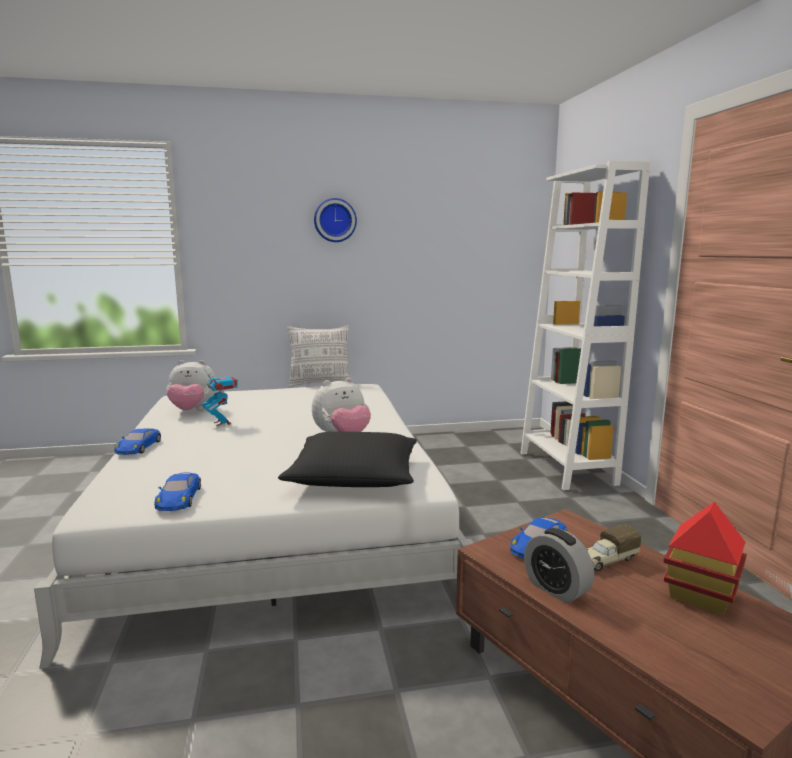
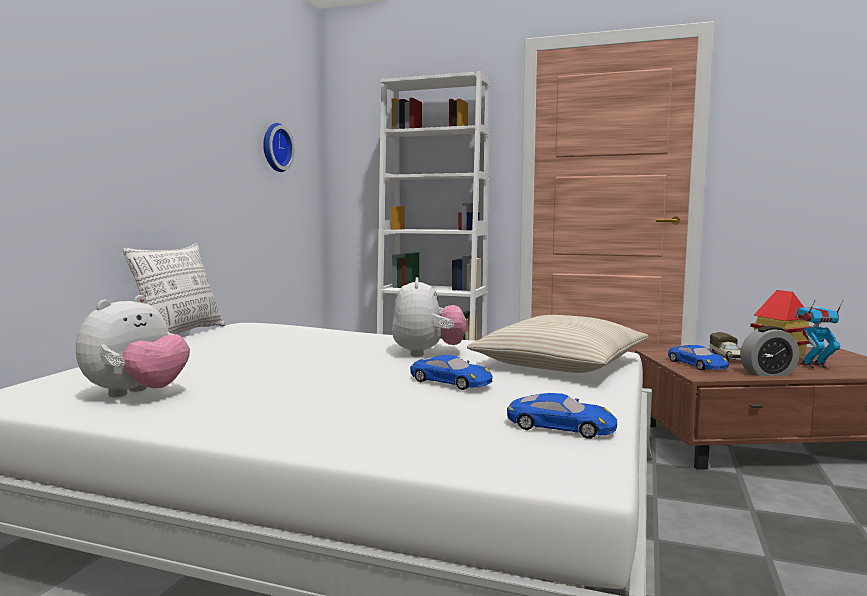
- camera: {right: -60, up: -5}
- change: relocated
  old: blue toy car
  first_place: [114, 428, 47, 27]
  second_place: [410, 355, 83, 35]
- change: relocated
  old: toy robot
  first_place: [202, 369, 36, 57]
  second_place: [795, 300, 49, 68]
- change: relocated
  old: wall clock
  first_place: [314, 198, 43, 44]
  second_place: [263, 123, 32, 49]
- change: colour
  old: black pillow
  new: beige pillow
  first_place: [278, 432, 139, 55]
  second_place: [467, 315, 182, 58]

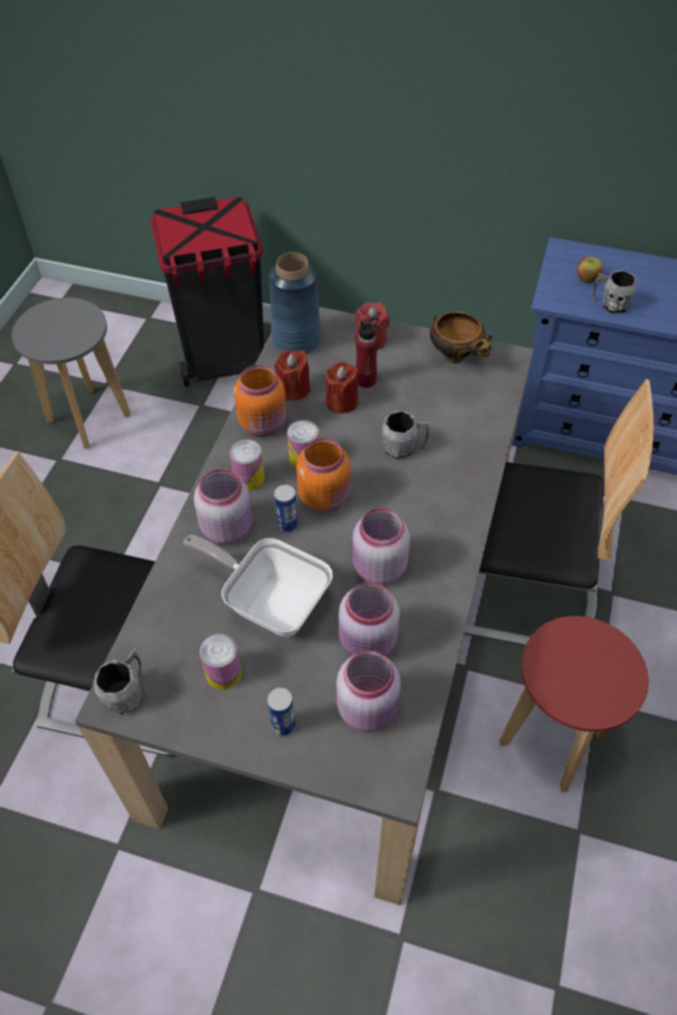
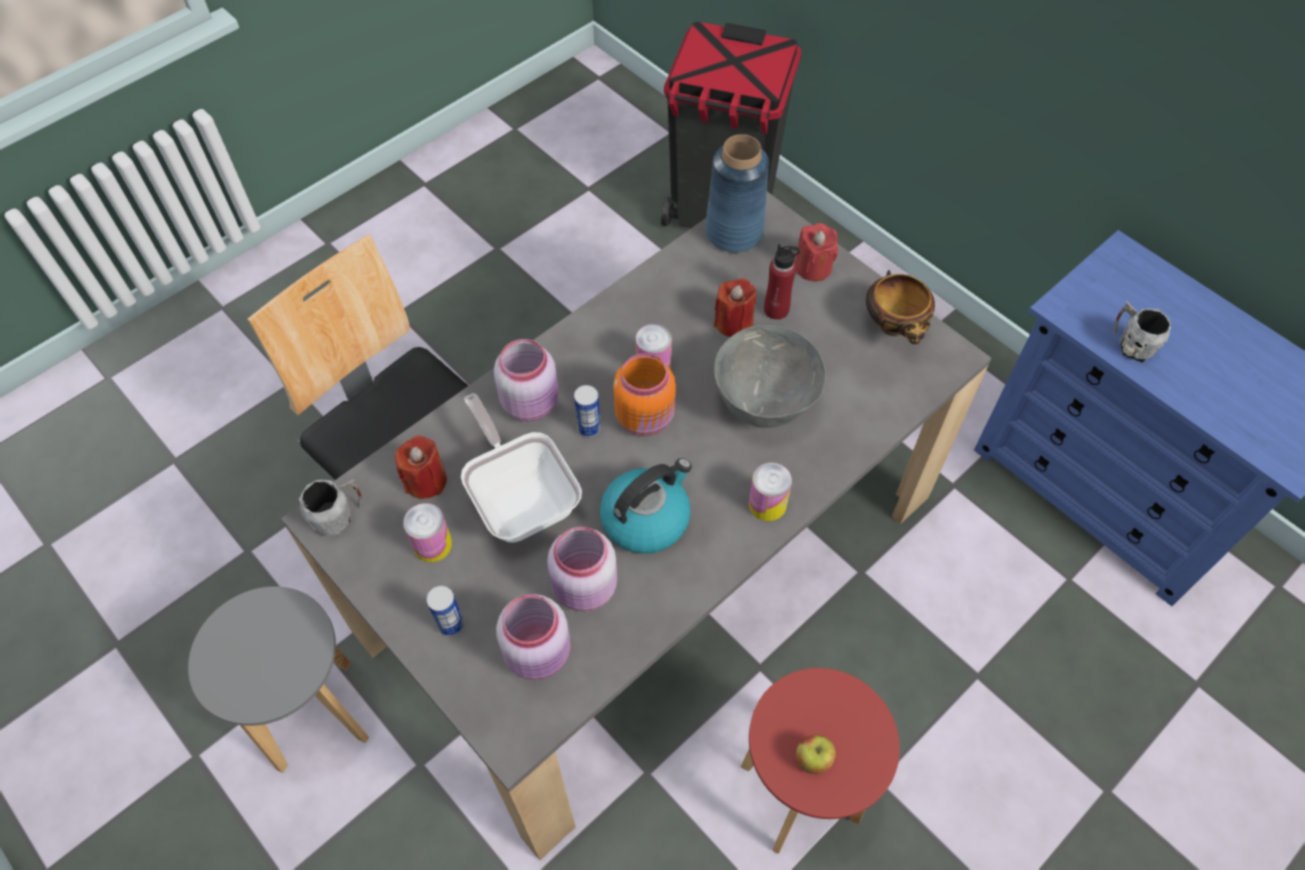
- camera: {right: 30, up: 5}
- change: missing
  old: orange jar
  first_place: [234, 365, 52, 72]
- change: missing
  old: chair
  first_place: [464, 379, 190, 267]
- change: relocated
  old: grey stool
  first_place: [12, 298, 118, 151]
  second_place: [188, 586, 181, 187]
- change: relocated
  old: can
  first_place: [230, 440, 35, 51]
  second_place: [749, 463, 43, 58]
- change: relocated
  old: red candle
  first_place: [274, 350, 36, 51]
  second_place: [395, 436, 52, 63]
- change: relocated
  old: apple
  first_place: [577, 257, 26, 26]
  second_place: [796, 735, 40, 39]
- change: exchanged
  old: pink jar
  new: kettle
  first_place: [352, 508, 58, 77]
  second_place: [600, 458, 92, 96]
- change: exchanged
  old: grey mug
  new: grey bowl
  first_place: [382, 411, 48, 48]
  second_place: [714, 325, 112, 103]

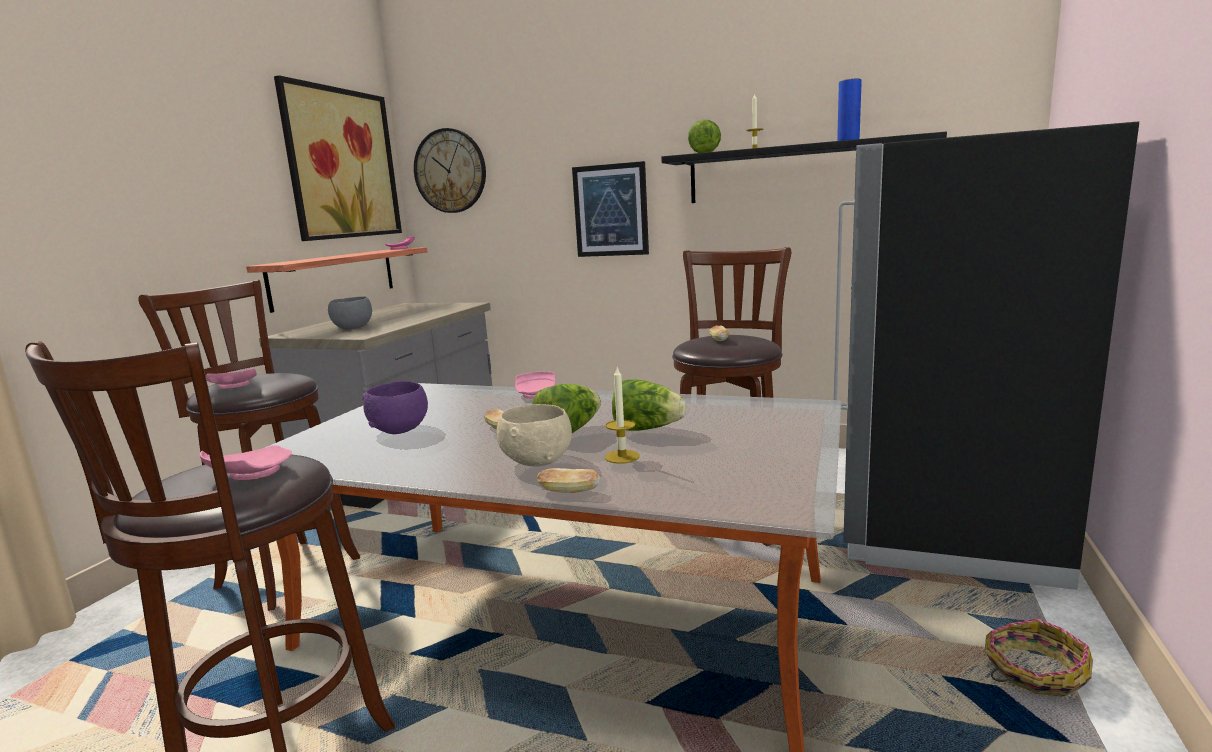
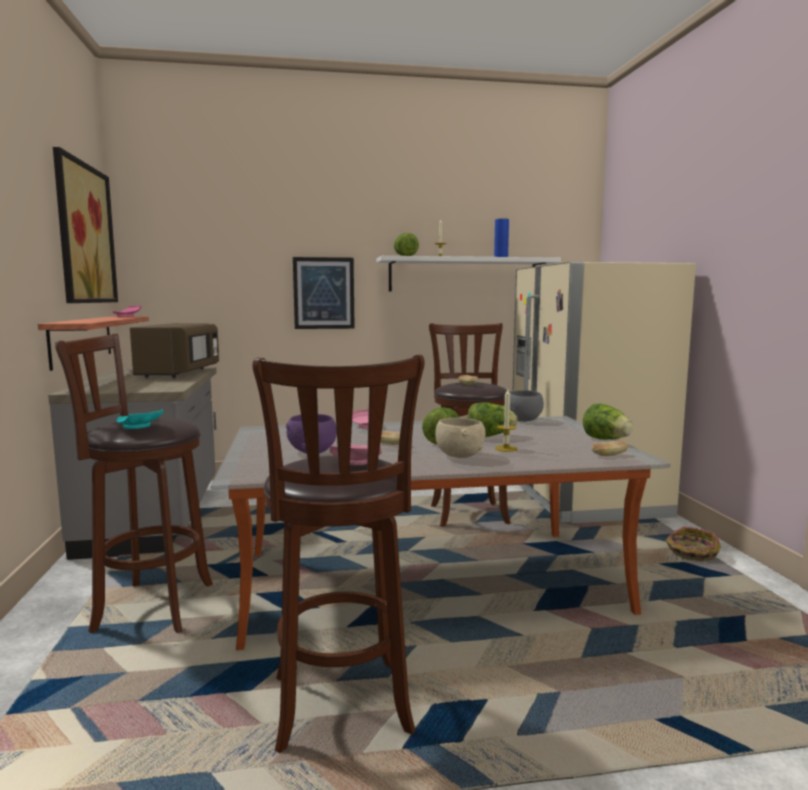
- camera: {right: -30, up: -5}
- change: missing
  old: wall clock
  first_place: [414, 128, 72, 85]
- change: appeared
  new: brown microwave
  second_place: [130, 323, 89, 55]
- change: appeared
  new: lettuce
  second_place: [583, 403, 50, 37]
- change: relocated
  old: grey bowl
  first_place: [328, 297, 44, 33]
  second_place: [504, 390, 40, 32]
- change: relocated
  old: bread
  first_place: [537, 468, 63, 25]
  second_place: [591, 441, 37, 15]
- change: colour
  old: pink plate
  new: turquoise plate
  first_place: [206, 368, 51, 21]
  second_place: [117, 409, 46, 20]
- change: colour
  old: black shelf
  new: white shelf
  first_place: [661, 132, 286, 71]
  second_place: [376, 256, 185, 36]
- change: colour
  old: black fridge
  new: beige fridge
  first_place: [833, 121, 306, 469]
  second_place: [513, 262, 183, 262]

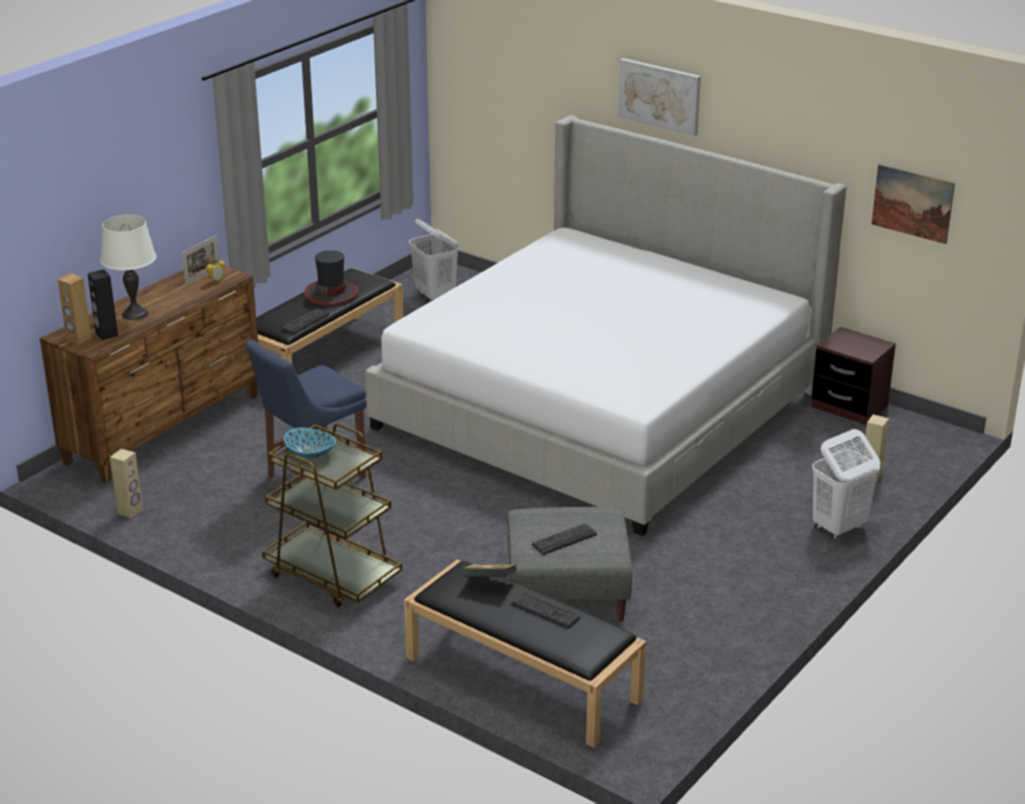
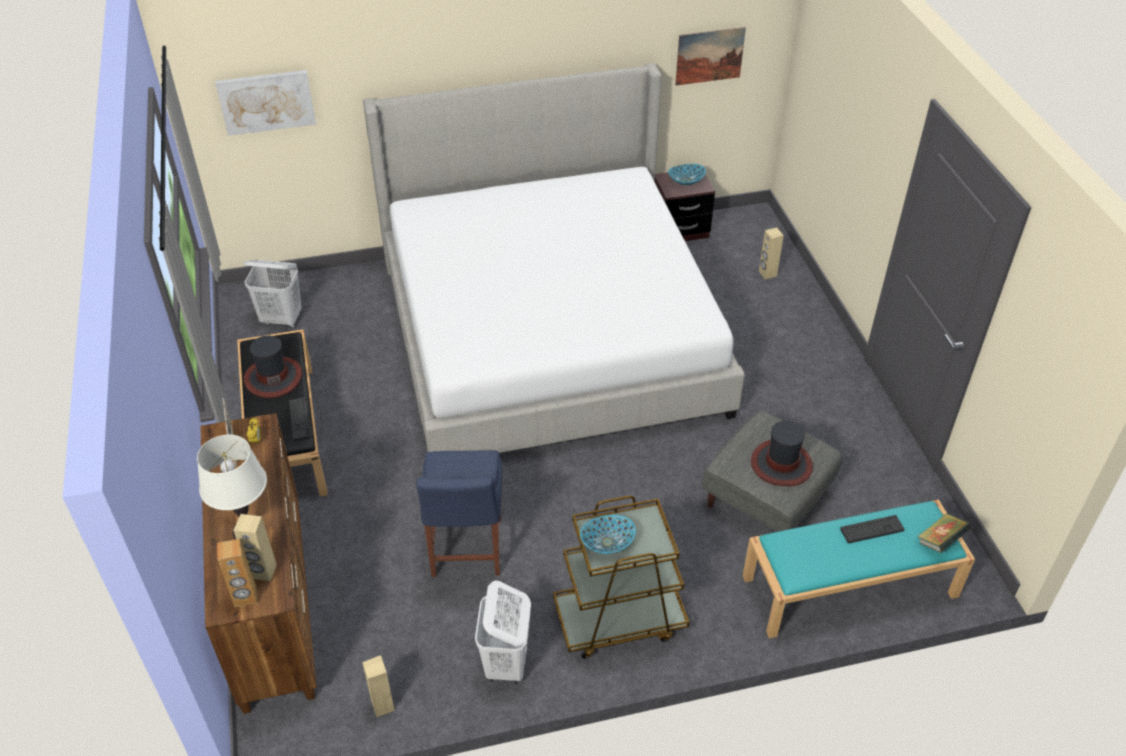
- camera: {right: -50, up: 15}
- change: appeared
  new: bowl
  second_place: [668, 164, 38, 21]
- change: relocated
  old: book
  first_place: [463, 565, 54, 12]
  second_place: [917, 513, 54, 40]
- change: relocated
  old: picture
  first_place: [618, 58, 83, 78]
  second_place: [215, 70, 101, 66]
- change: relocated
  old: white laundry basket
  first_place: [812, 429, 68, 110]
  second_place: [475, 580, 56, 103]
- change: exchanged
  old: keyboard
  new: hat
  first_place: [532, 523, 65, 32]
  second_place: [751, 421, 62, 65]
- change: colour
  old: black speaker
  new: beige speaker
  first_place: [88, 269, 30, 71]
  second_place: [233, 514, 44, 67]
- change: colour
  old: black bench
  new: turquoise bench
  first_place: [404, 559, 242, 189]
  second_place: [743, 500, 232, 139]

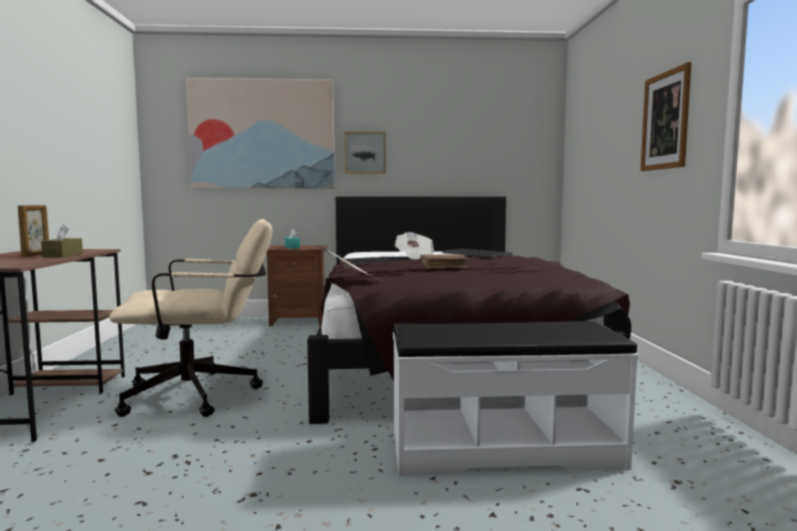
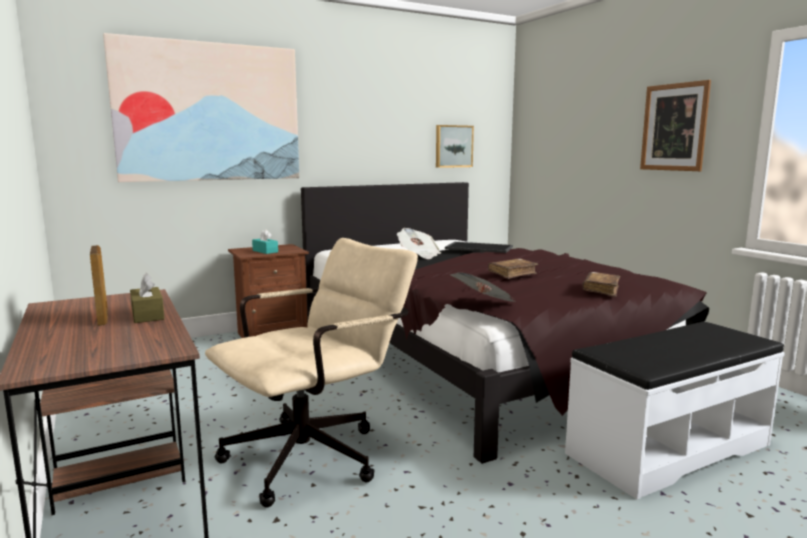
- camera: {right: -25, up: 5}
- change: appeared
  new: brown book
  second_place: [582, 272, 38, 25]
- change: relocated
  old: picture
  first_place: [344, 132, 41, 42]
  second_place: [436, 125, 38, 43]

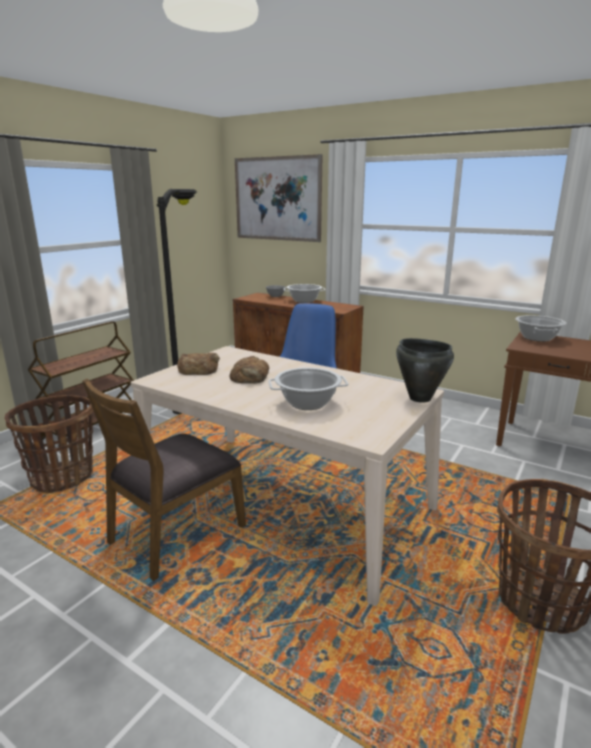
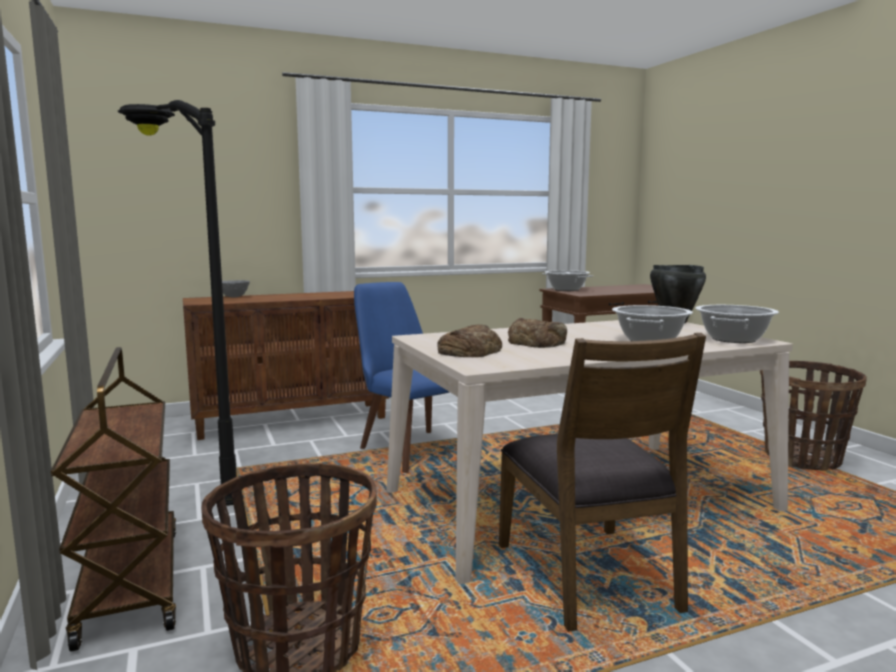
- camera: {right: -55, up: -10}
- change: missing
  old: picture
  first_place: [235, 154, 88, 88]
- change: relocated
  old: cooking pot
  first_place: [284, 284, 41, 19]
  second_place: [695, 305, 84, 38]

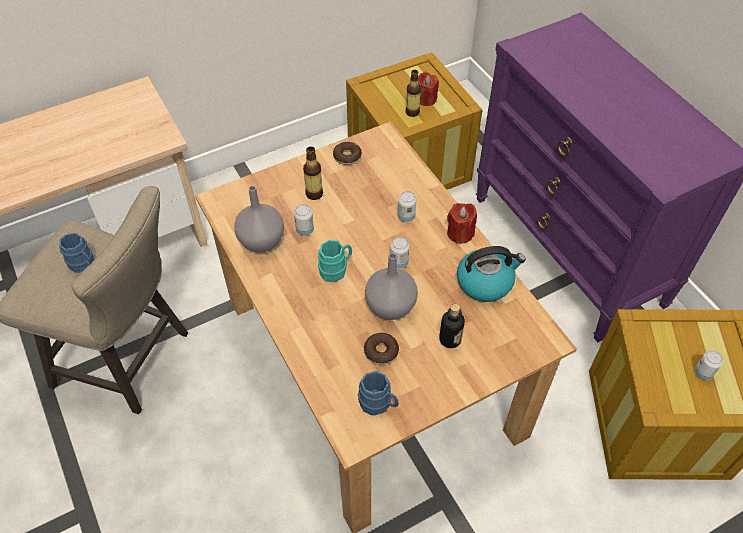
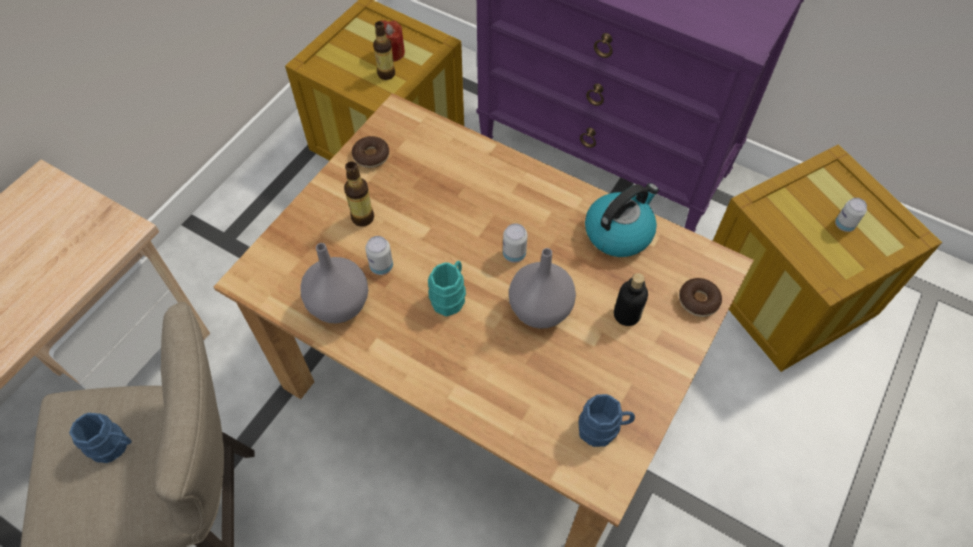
- camera: {right: -30, up: 5}
- change: missing
  old: can
  first_place: [398, 191, 18, 31]
- change: missing
  old: red candle
  first_place: [447, 203, 30, 41]
- change: relocated
  old: donut
  first_place: [364, 333, 35, 32]
  second_place: [679, 278, 43, 39]

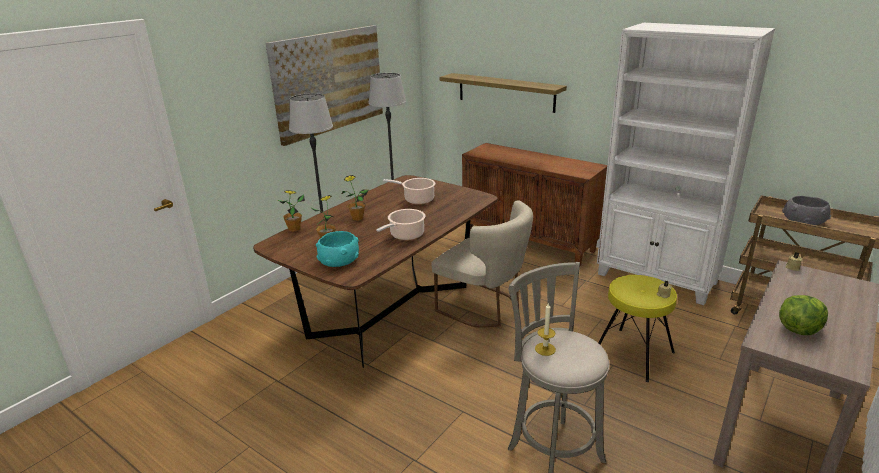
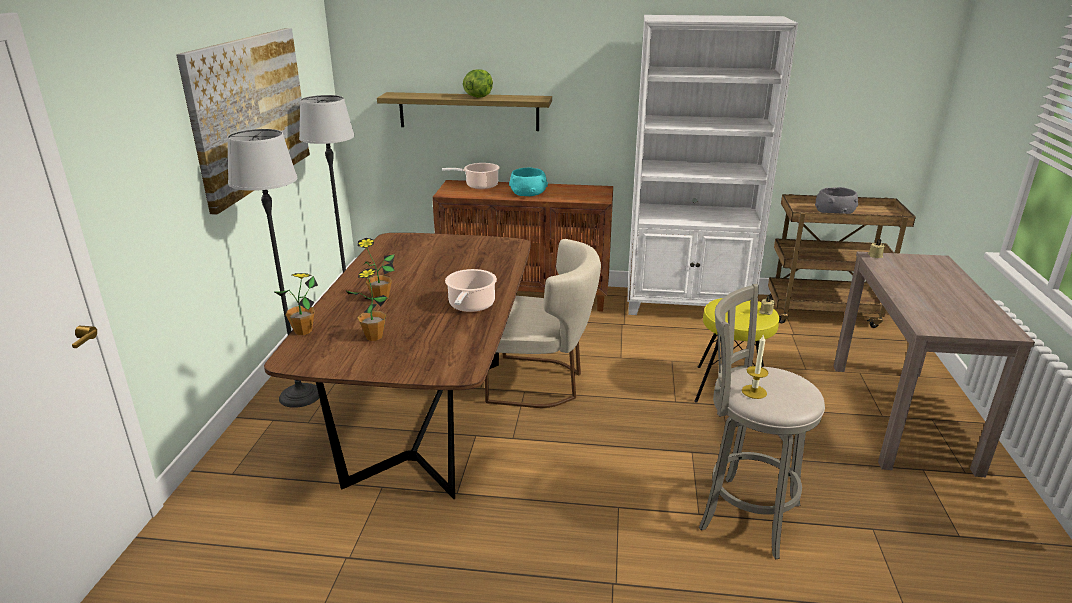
- camera: {right: -30, up: 0}
- change: relocated
  old: turquoise bowl
  first_place: [316, 231, 43, 36]
  second_place: [509, 168, 39, 28]
- change: relocated
  old: cooking pot
  first_place: [383, 178, 52, 26]
  second_place: [442, 163, 58, 26]
- change: relocated
  old: lettuce
  first_place: [779, 295, 49, 40]
  second_place: [463, 69, 30, 29]

